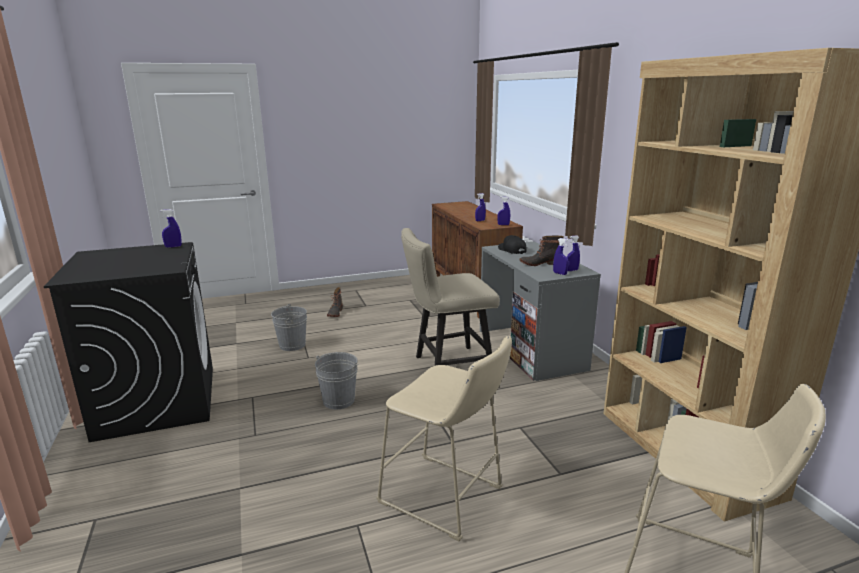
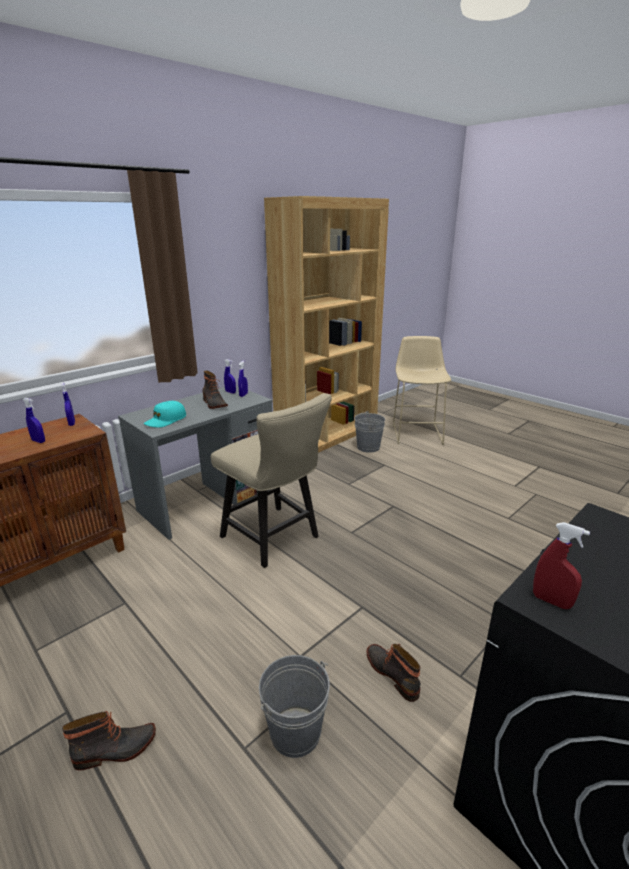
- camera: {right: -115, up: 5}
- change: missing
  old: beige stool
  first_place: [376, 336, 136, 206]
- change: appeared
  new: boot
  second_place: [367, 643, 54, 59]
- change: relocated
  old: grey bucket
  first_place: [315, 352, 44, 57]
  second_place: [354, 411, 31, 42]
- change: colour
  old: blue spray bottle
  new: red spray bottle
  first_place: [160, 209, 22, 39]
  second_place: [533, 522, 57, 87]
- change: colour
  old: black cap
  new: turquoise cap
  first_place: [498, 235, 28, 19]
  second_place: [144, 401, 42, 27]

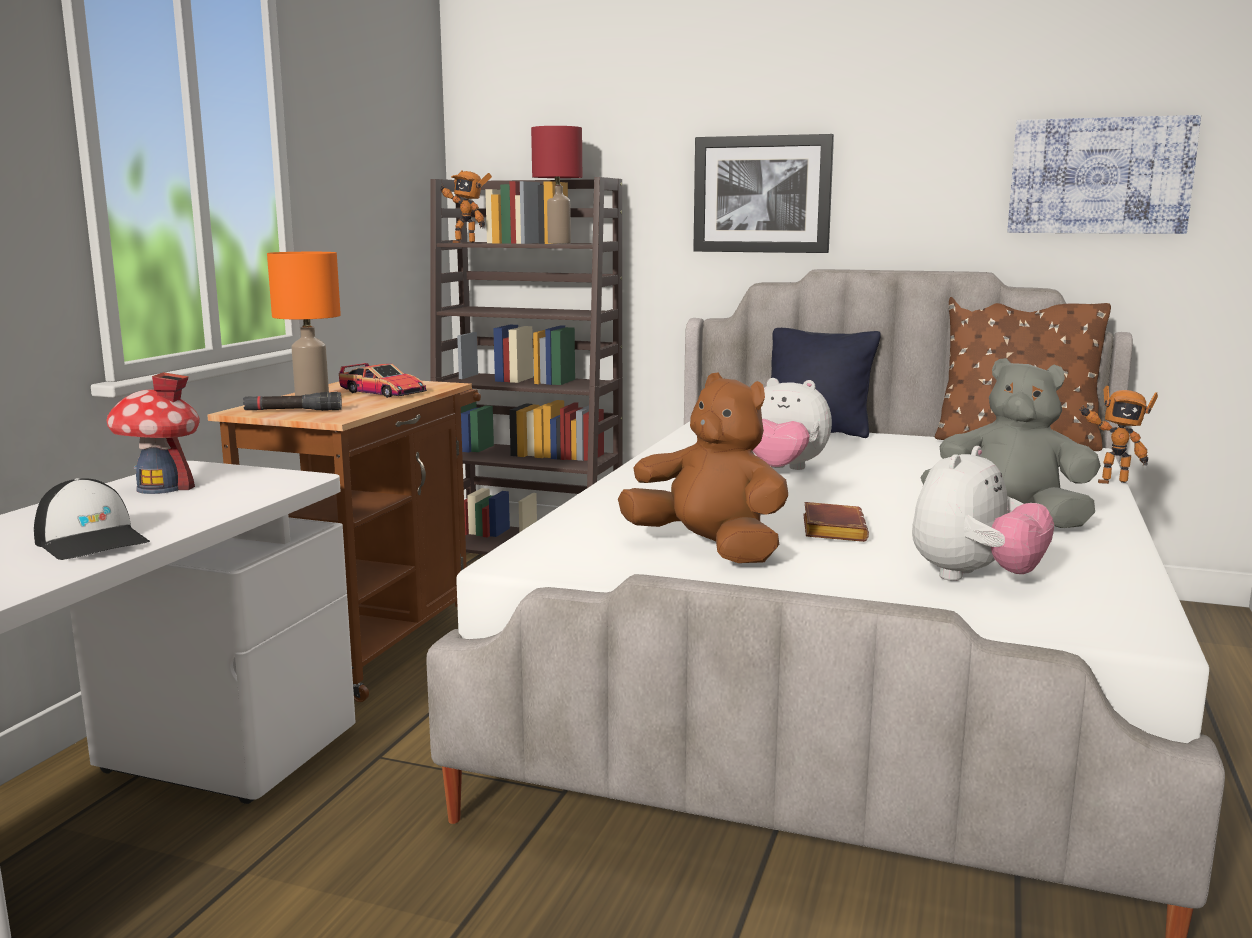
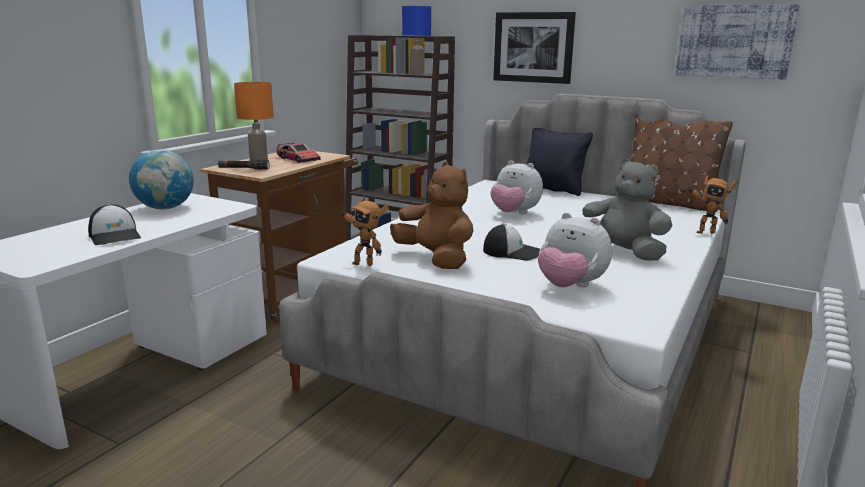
- camera: {right: 10, up: 5}
- change: relocated
  old: toy robot
  first_place: [440, 170, 52, 73]
  second_place: [340, 196, 49, 70]
- change: exchanged
  old: toy house
  new: globe
  first_place: [107, 372, 93, 122]
  second_place: [129, 150, 65, 59]
- change: exchanged
  old: brown book
  new: cap
  first_place: [803, 502, 66, 40]
  second_place: [483, 224, 57, 36]
- change: colour
  old: red table lamp
  new: blue table lamp
  first_place: [531, 126, 51, 118]
  second_place: [402, 6, 29, 68]
- change: spun
  old: plush toy
  first_place: [912, 446, 142, 135]
  second_place: [538, 212, 74, 75]
  degrees: 75

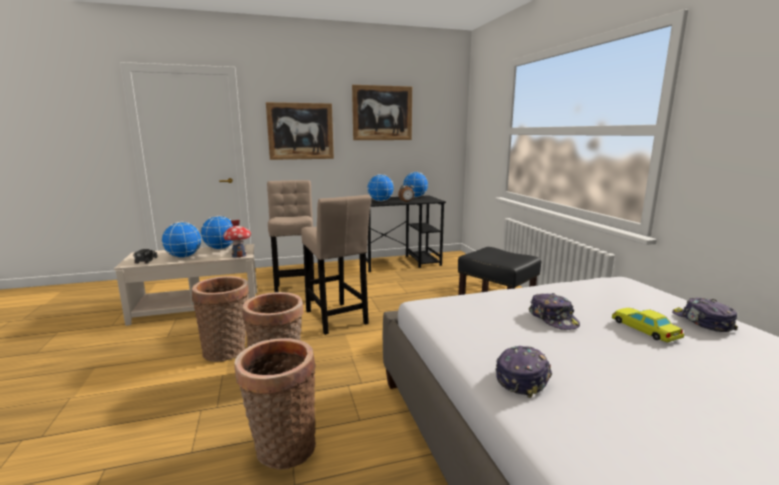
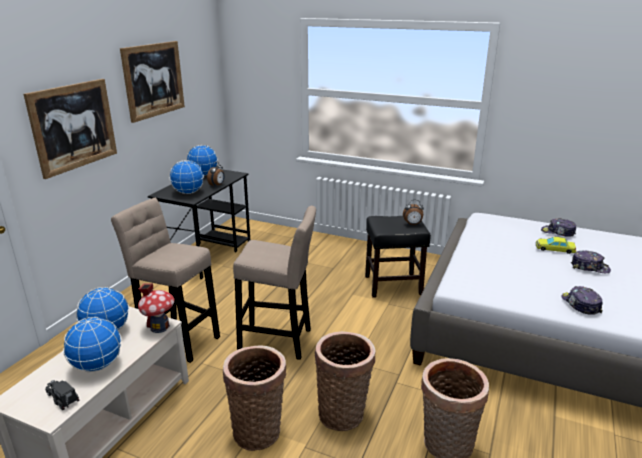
- camera: {right: -50, up: 10}
- change: appeared
  new: alarm clock
  second_place: [403, 200, 21, 25]
- change: relocated
  old: cap
  first_place: [529, 293, 51, 37]
  second_place: [571, 250, 40, 23]

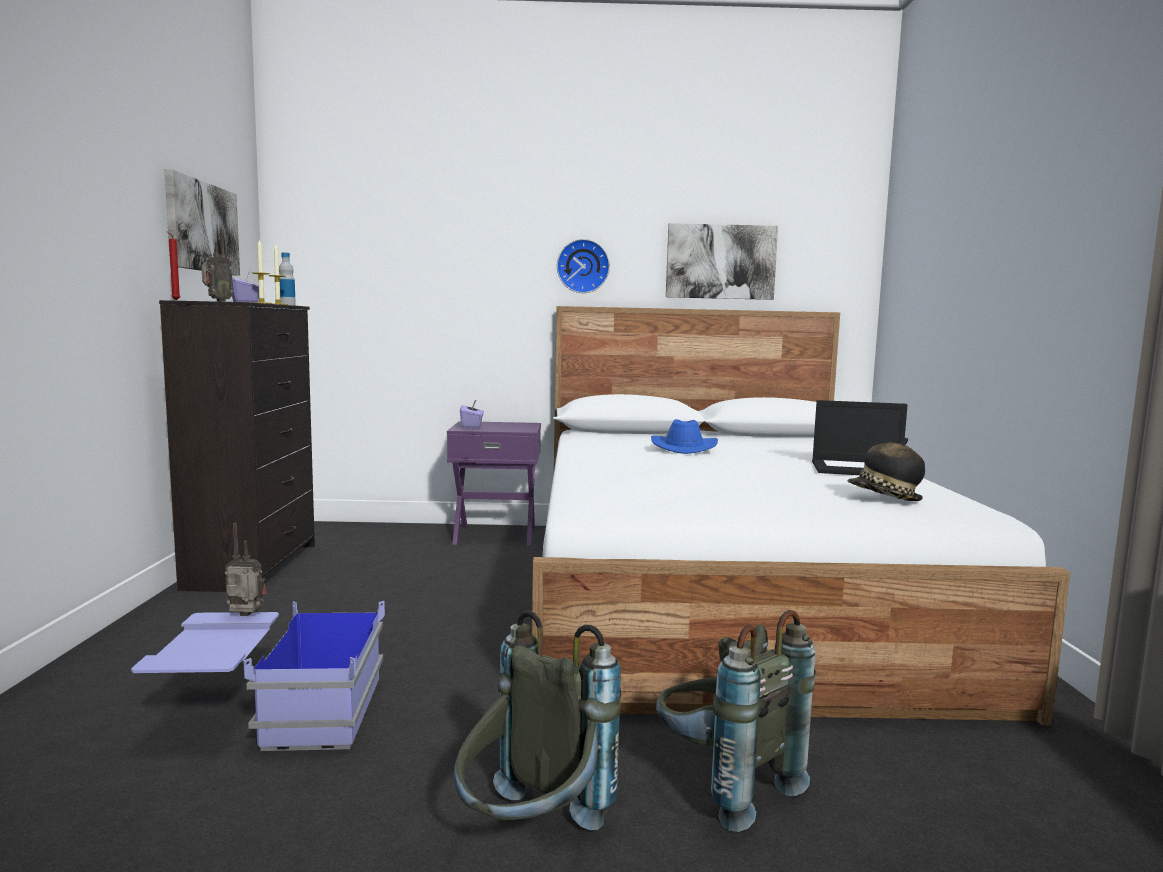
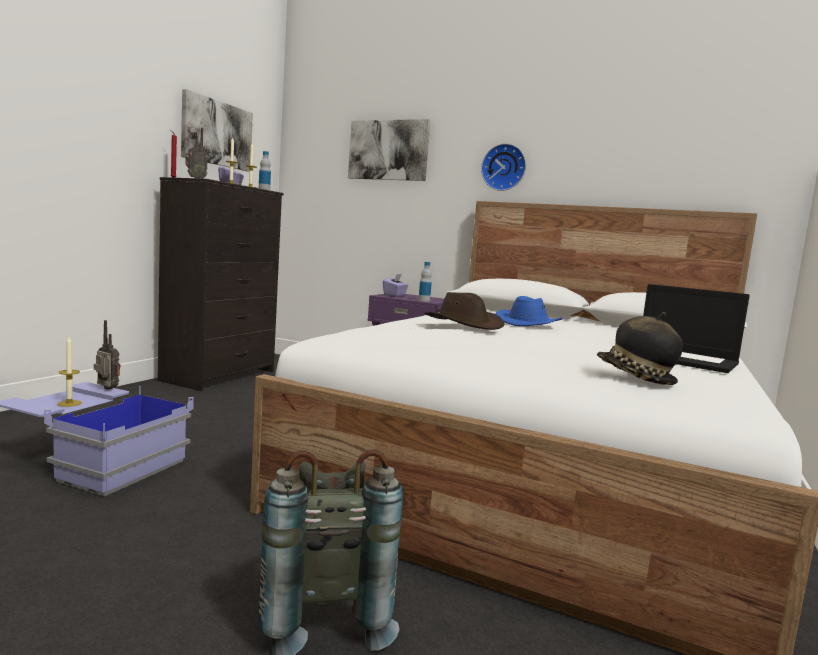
- camera: {right: 25, up: 0}
- change: missing
  old: grey backpack
  first_place: [454, 610, 167, 220]
- change: appeared
  new: candle
  second_place: [57, 337, 25, 70]
- change: appeared
  new: bottle
  second_place: [418, 262, 14, 40]
- change: appeared
  new: brown hat
  second_place: [424, 292, 81, 38]
- change: relocated
  old: picture
  first_place: [666, 223, 112, 77]
  second_place: [348, 119, 83, 62]

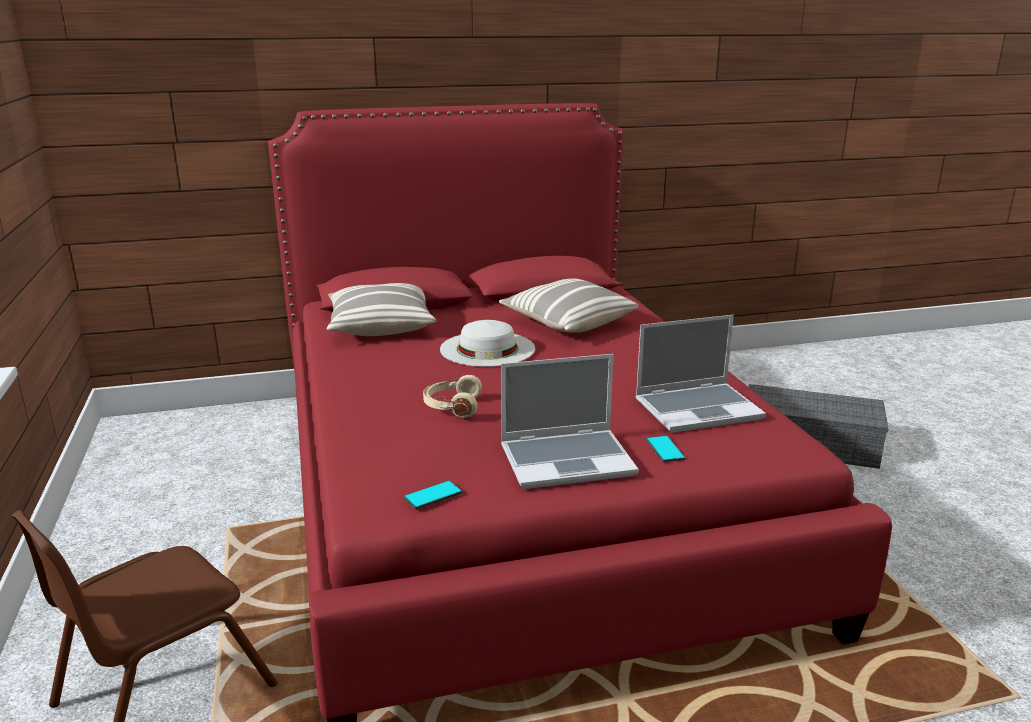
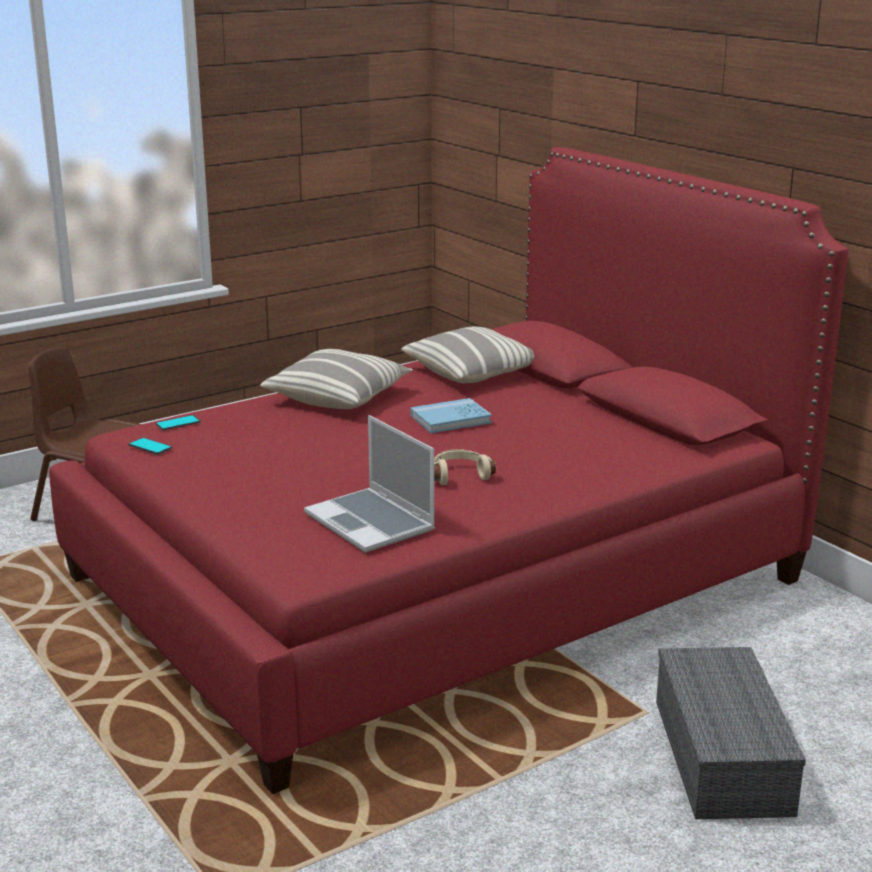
- camera: {right: 70, up: 0}
- change: missing
  old: laptop
  first_place: [501, 354, 138, 135]
- change: relocated
  old: beige headphones
  first_place: [423, 375, 59, 43]
  second_place: [434, 449, 62, 36]
- change: relocated
  old: pillow
  first_place: [499, 278, 140, 55]
  second_place: [260, 349, 153, 60]
- change: relocated
  old: phone
  first_place: [646, 435, 39, 27]
  second_place: [156, 415, 44, 16]
- change: exchanged
  old: white hat
  new: blue book
  first_place: [440, 320, 95, 47]
  second_place: [410, 398, 82, 35]

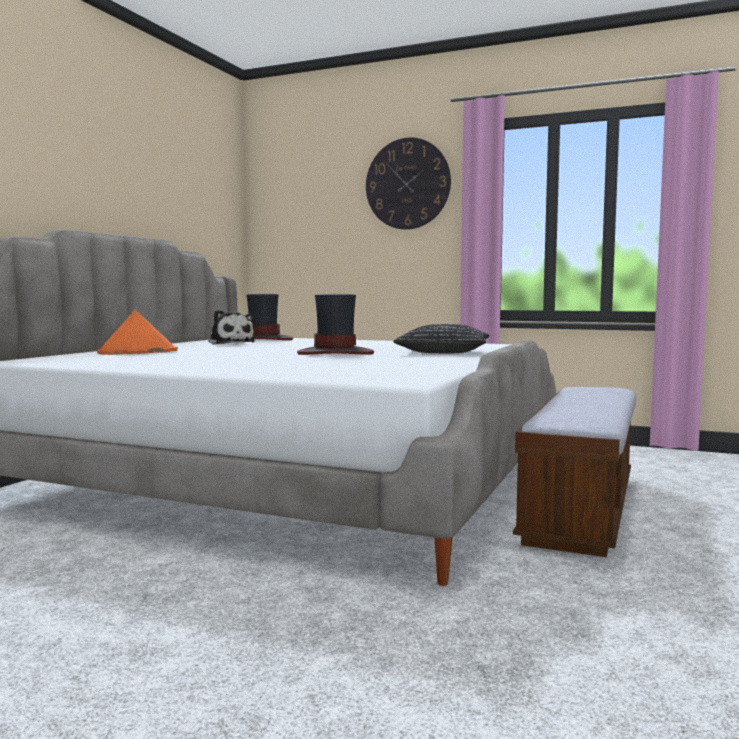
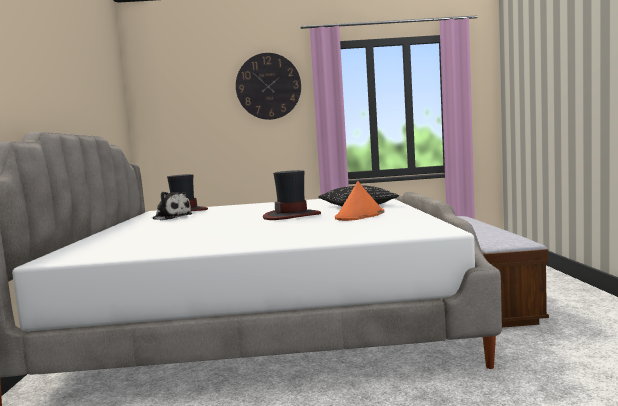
- camera: {right: -25, up: 0}
- change: relocated
  old: orange hat
  first_place: [97, 310, 81, 45]
  second_place: [335, 181, 49, 40]

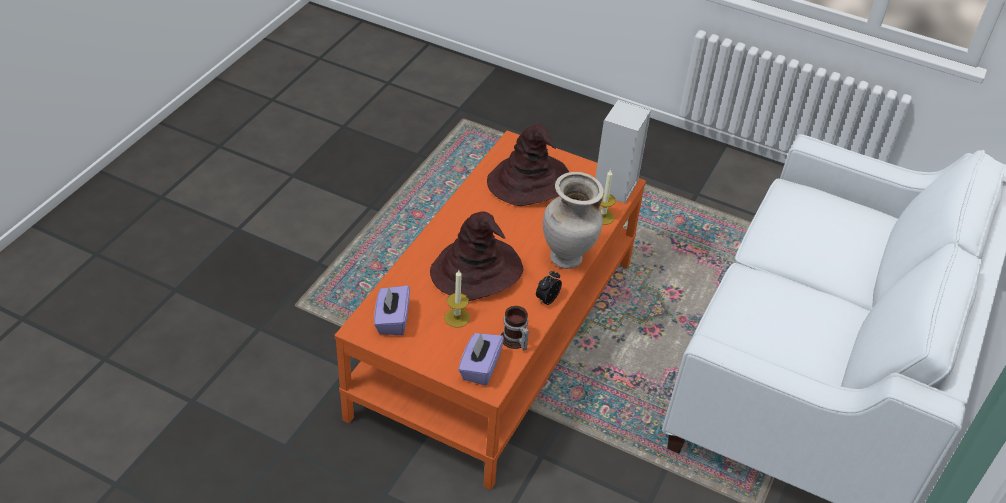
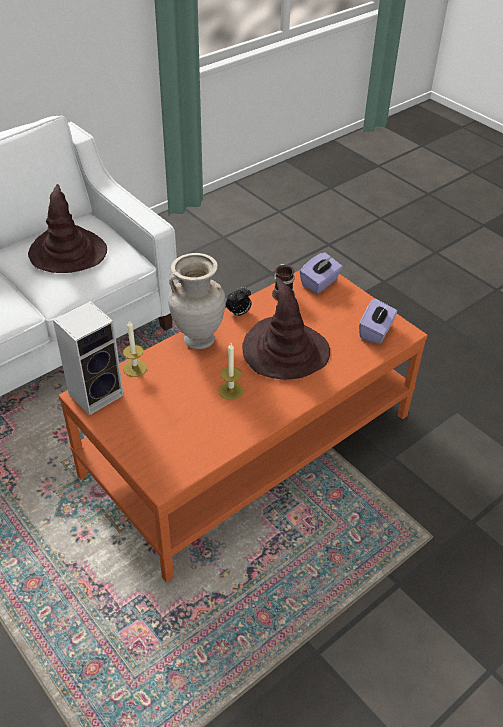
- camera: {right: -155, up: 0}
- change: relocated
  old: candle
  first_place: [444, 270, 26, 58]
  second_place: [219, 343, 24, 57]
- change: relocated
  old: brown hat
  first_place: [487, 124, 82, 82]
  second_place: [28, 184, 79, 89]

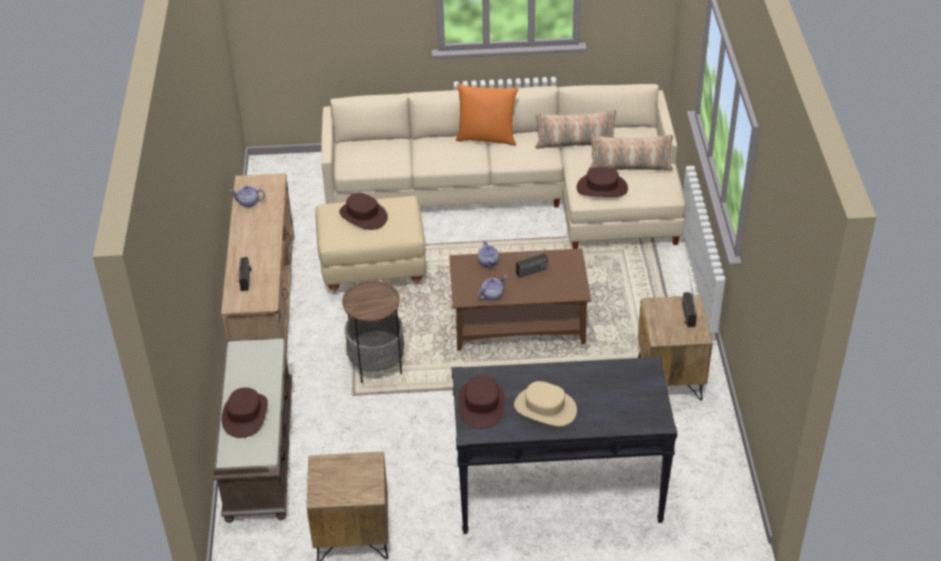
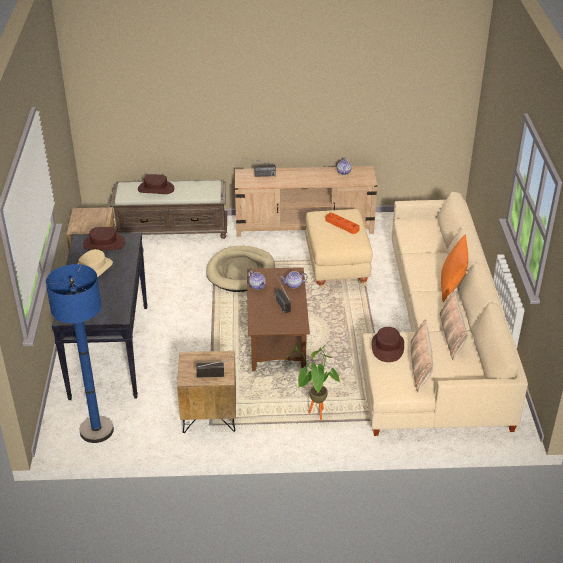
- camera: {right: 90, up: -5}
- change: appeared
  new: blue floor lamp
  second_place: [46, 264, 68, 179]
- change: appeared
  new: potted plant
  second_place: [284, 342, 56, 78]
- change: exchanged
  old: brown hat
  new: orange tray
  first_place: [339, 193, 49, 37]
  second_place: [325, 213, 35, 21]
- change: exchanged
  old: side table
  new: beige dog bed
  first_place: [342, 280, 62, 103]
  second_place: [206, 246, 69, 46]

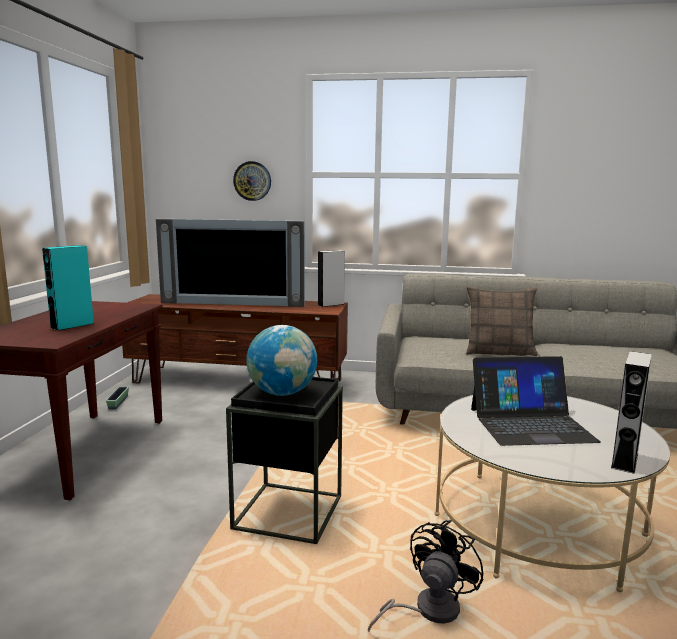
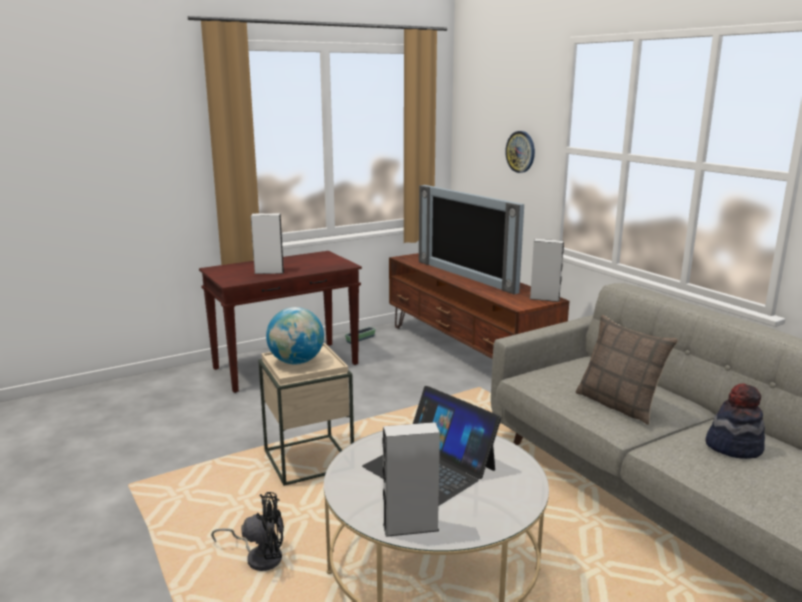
- camera: {right: 50, up: 5}
- change: appeared
  new: hat
  second_place: [705, 383, 60, 76]
- change: colour
  old: turquoise speaker
  new: white speaker
  first_place: [42, 245, 52, 86]
  second_place: [251, 213, 33, 61]
- change: colour
  old: black side table
  new: beige side table
  first_place: [226, 377, 117, 167]
  second_place: [258, 343, 96, 143]

